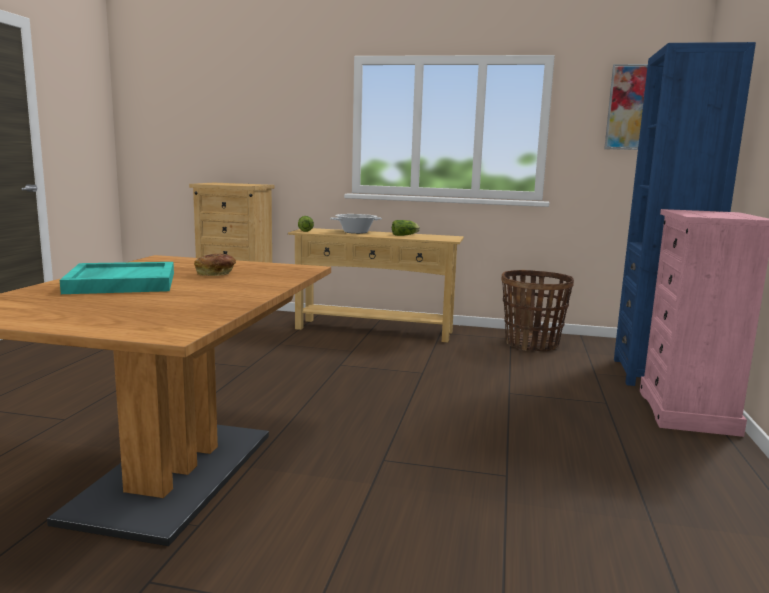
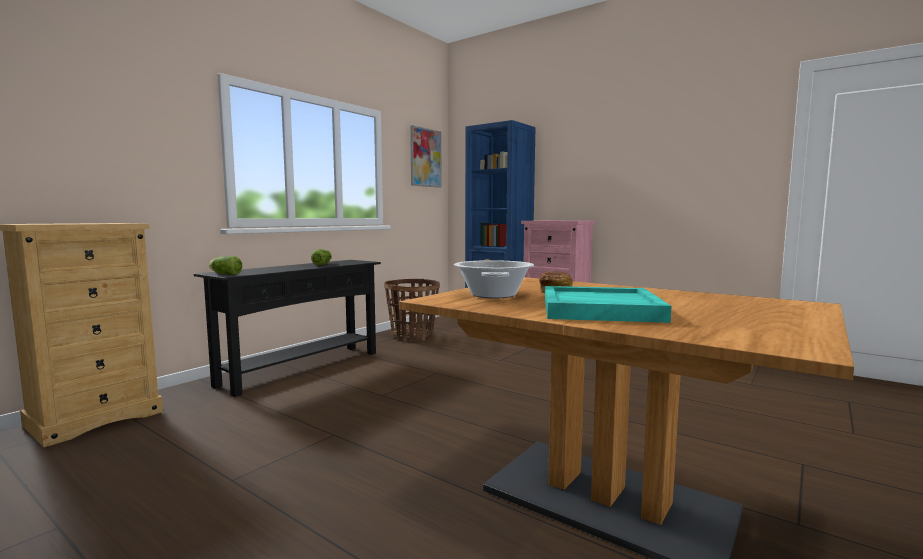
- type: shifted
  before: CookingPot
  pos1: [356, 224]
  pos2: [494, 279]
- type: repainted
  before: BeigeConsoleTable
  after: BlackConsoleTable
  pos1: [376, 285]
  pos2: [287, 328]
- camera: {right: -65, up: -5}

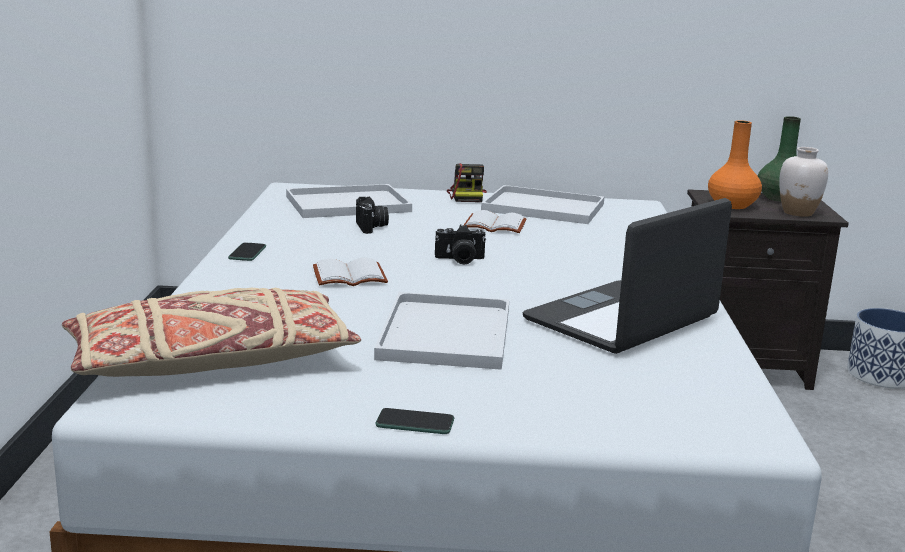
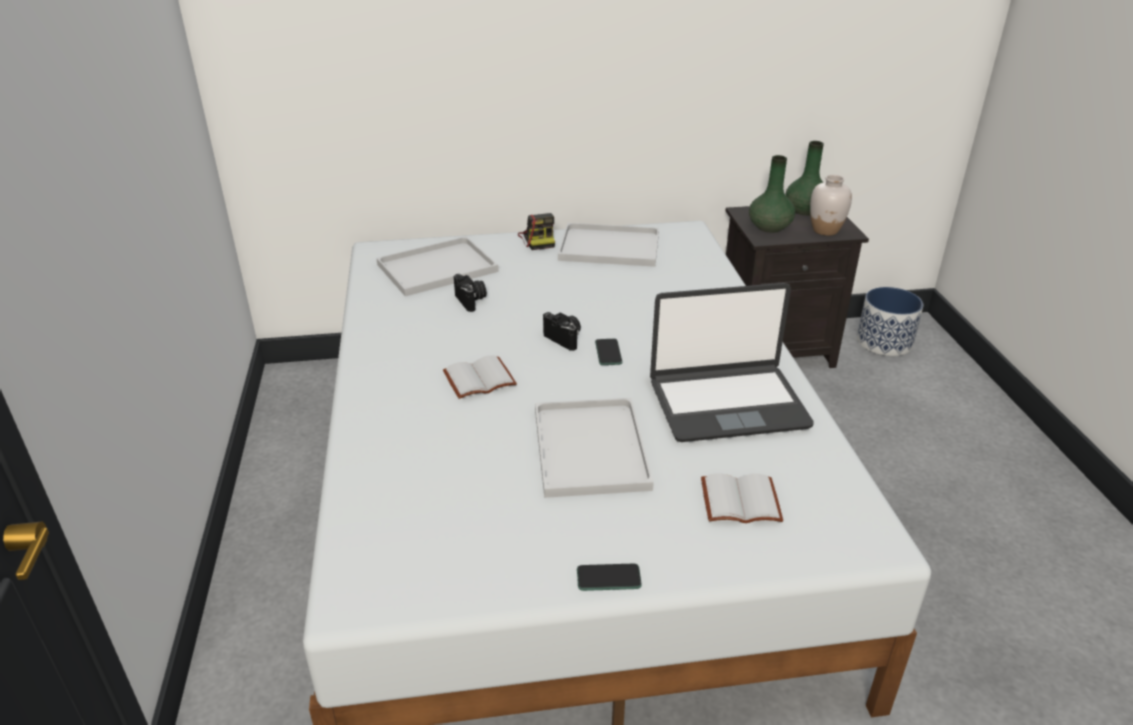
- type: gone
  before: BeigePillow
  pos1: [211, 332]
- type: shifted
  before: Phone
  pos1: [247, 251]
  pos2: [608, 352]
- type: shifted
  before: WhiteBook
  pos1: [494, 221]
  pos2: [742, 498]
- type: repainted
  before: OrangeVase
  after: GreenVase
  pos1: [735, 164]
  pos2: [772, 194]
- type: rotated
  before: PhotoCamera
  pos1: [460, 244]
  pos2: [562, 331]
  turn: -120
- type: rotated
  before: Laptop
  pos1: [627, 276]
  pos2: [732, 362]
  turn: -135
- camera: {right: -10, up: 15}

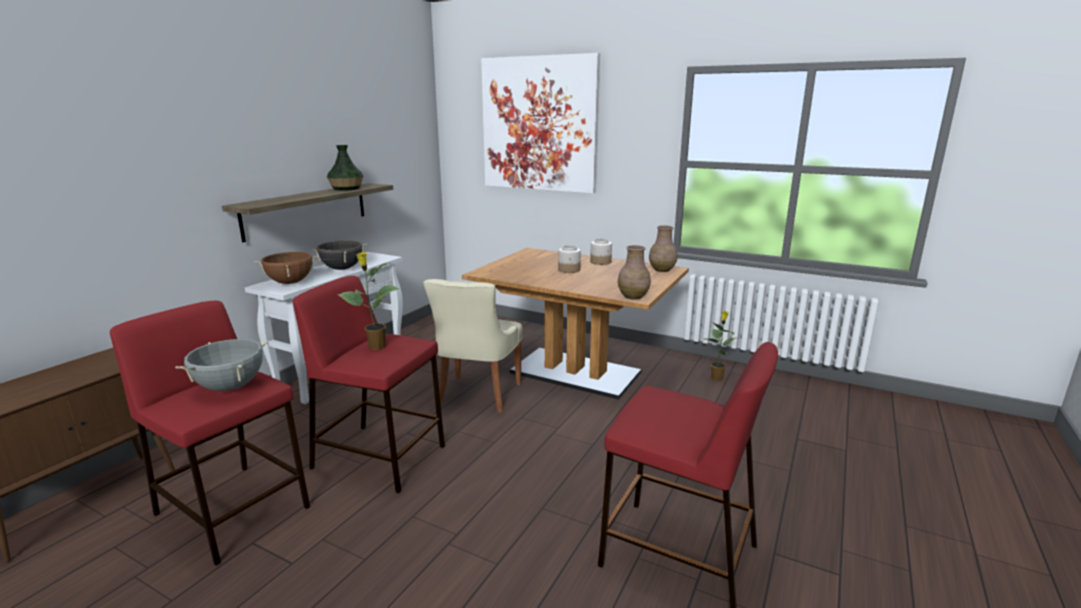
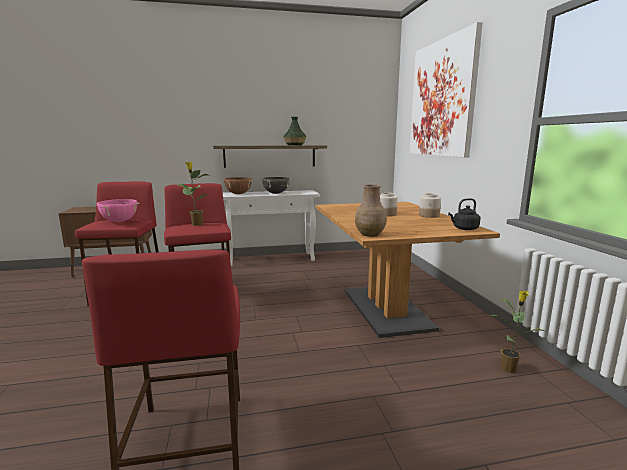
- type: gone
  before: BeigeChair
  pos1: [473, 346]
- type: swapped
  before: BrownVase
  after: BlackKettle
  pos1: [663, 249]
  pos2: [464, 214]
- type: repainted
  before: GreyCookingPot
  after: PinkCookingPot
  pos1: [222, 365]
  pos2: [118, 210]
- camera: {right: 50, up: -5}

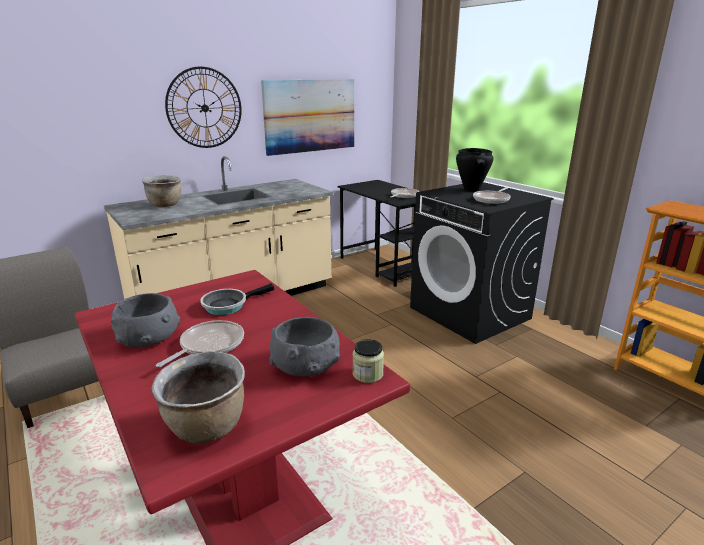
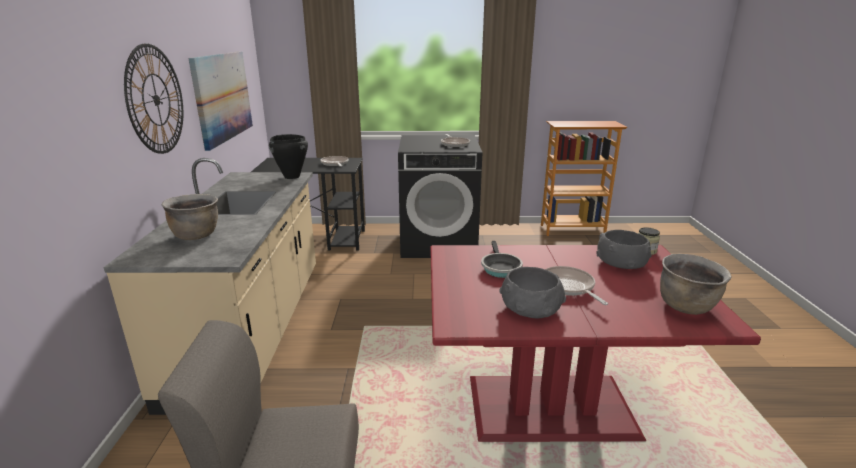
- type: shifted
  before: BlackCookingPot
  pos1: [475, 170]
  pos2: [288, 156]
- camera: {right: -55, up: 0}

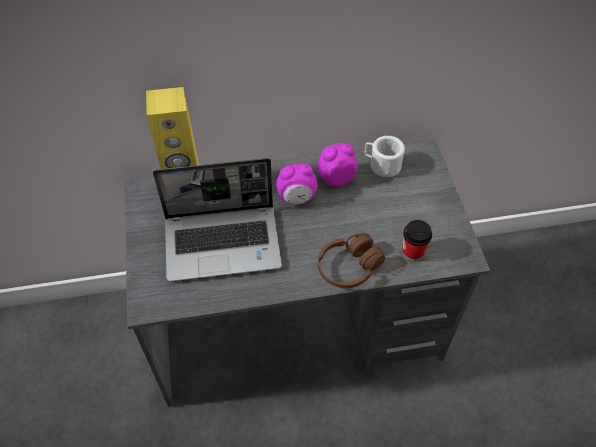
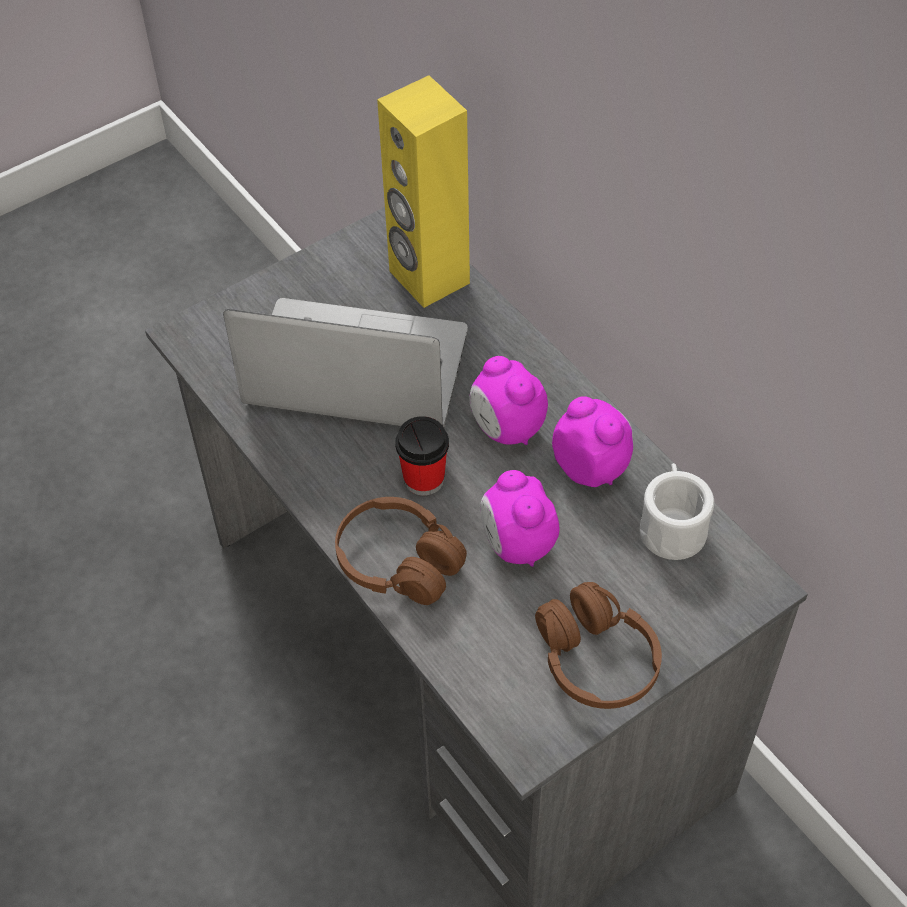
- type: new
  after: AlarmClock
  pos2: [519, 518]
- type: new
  after: BrownHeadphones
  pos2: [598, 645]
- type: shifted
  before: Cup
  pos1: [417, 240]
  pos2: [422, 456]
- type: rotated
  before: Laptop
  pos1: [217, 220]
  pos2: [345, 362]
  turn: 135
- camera: {right: 65, up: 0}

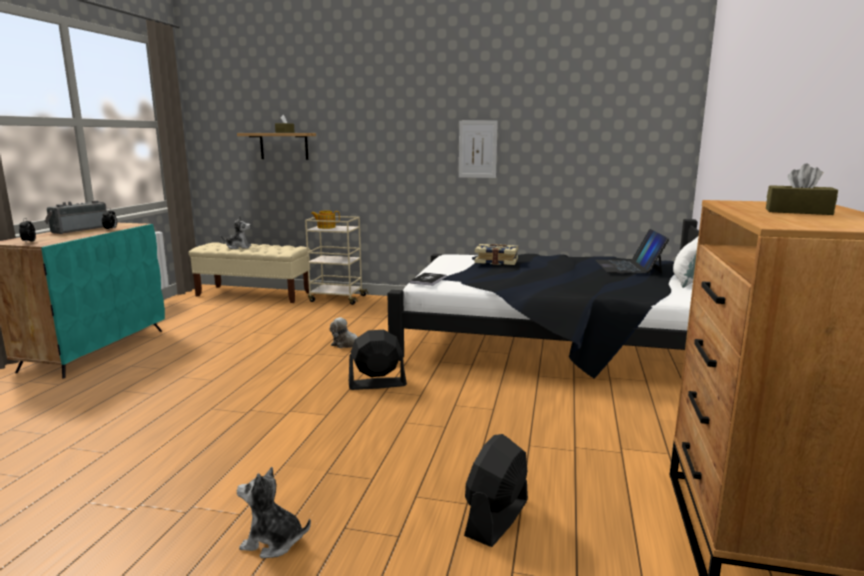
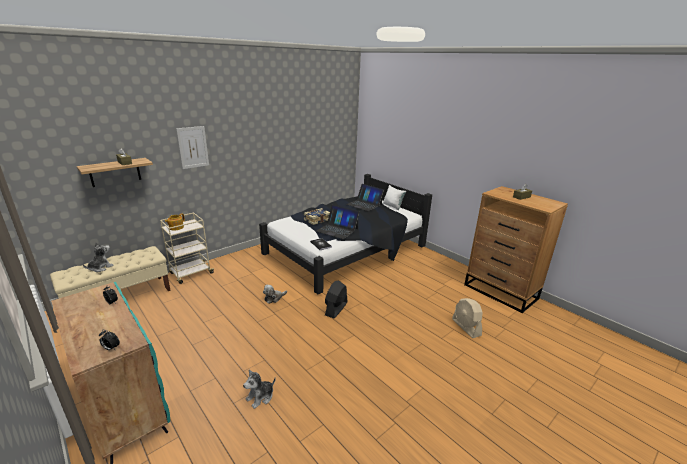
- type: gone
  before: Radio
  pos1: [76, 217]
- type: new
  after: Laptop
  pos2: [337, 222]
- type: shifted
  before: PlushToy
  pos1: [274, 512]
  pos2: [259, 389]
- type: shifted
  before: Picture
  pos1: [478, 149]
  pos2: [192, 147]
- type: repainted
  before: BlackFan
  after: BeigeFan
  pos1: [496, 490]
  pos2: [467, 318]
- camera: {right: -55, up: 10}

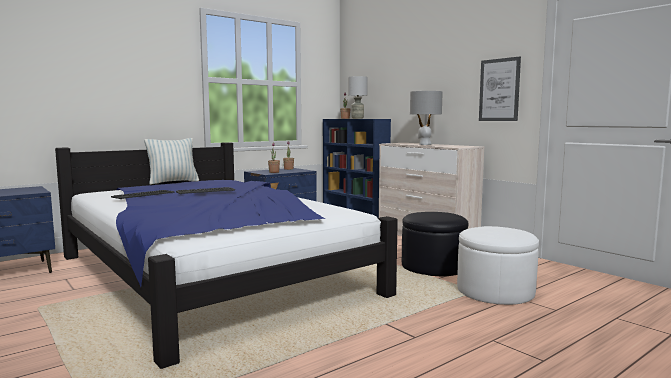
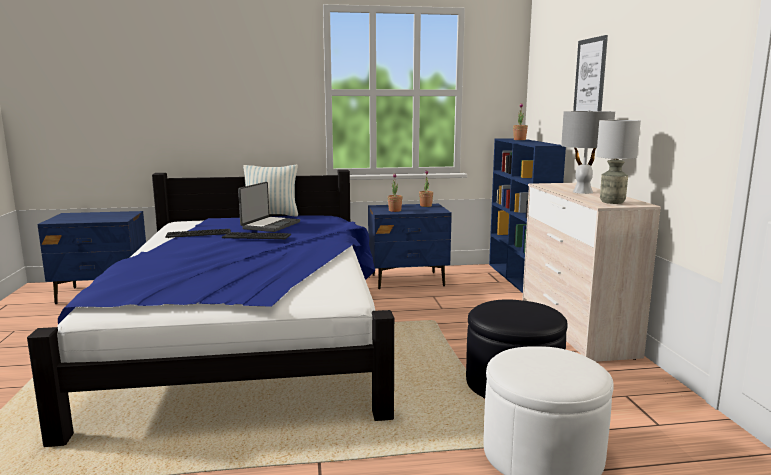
- type: new
  after: Laptop
  pos2: [269, 207]
- type: shifted
  before: GreyTableLamp
  pos1: [358, 97]
  pos2: [618, 162]
- type: shifted
  before: Picture
  pos1: [500, 88]
  pos2: [590, 73]
- camera: {right: 30, up: 5}

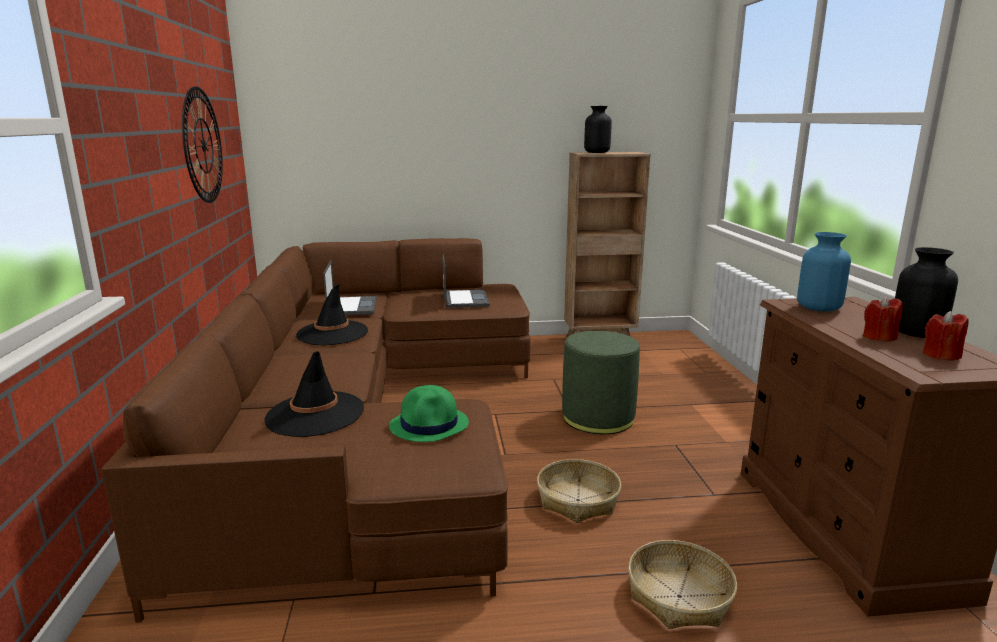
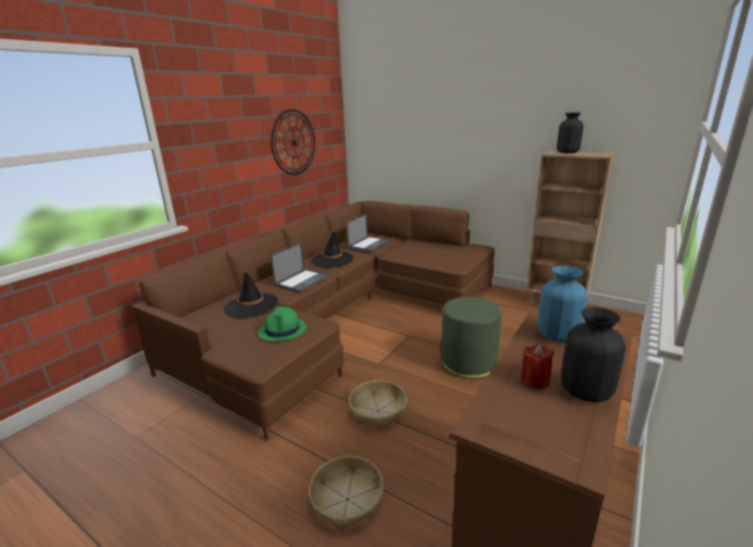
- type: gone
  before: RedCandle
  pos1: [945, 335]
- type: shifted
  before: Laptop
  pos1: [466, 281]
  pos2: [299, 267]
- camera: {right: 40, up: 5}

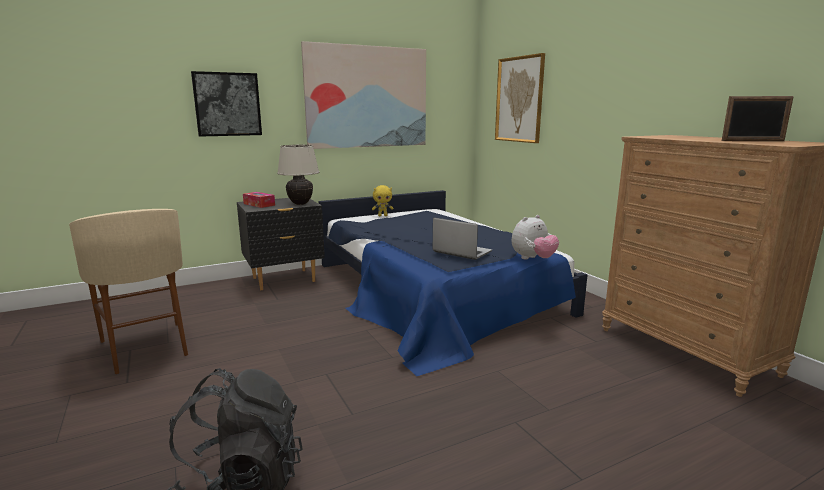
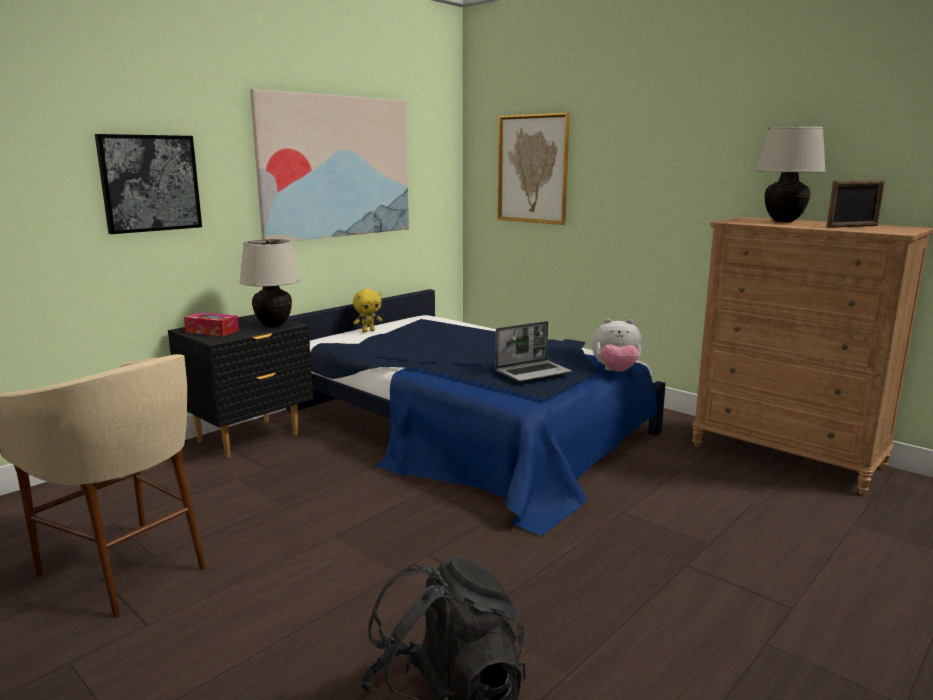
- type: new
  after: BeigeTableLamp
  pos2: [790, 174]
- type: rotated
  before: Laptop
  pos1: [462, 238]
  pos2: [533, 351]
  turn: 135
- type: rotated
  before: PlushToy
  pos1: [535, 237]
  pos2: [617, 345]
  turn: 60
- camera: {right: -20, up: 0}

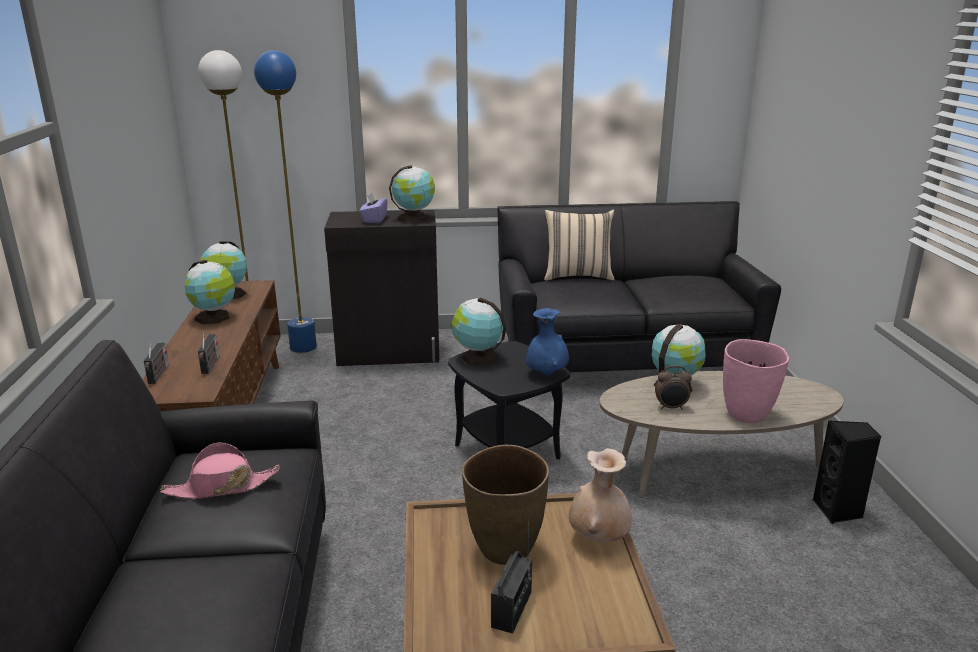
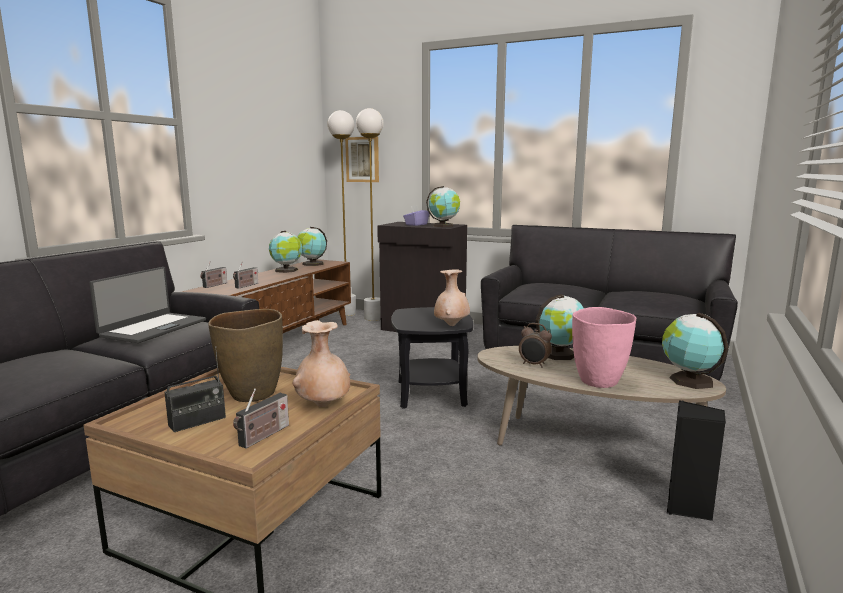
- type: gone
  before: BeigePillow
  pos1: [579, 245]
- type: new
  after: Radio
  pos2: [261, 418]
- type: new
  after: Picture
  pos2: [362, 159]
- type: shifted
  before: Globe
  pos1: [479, 332]
  pos2: [695, 351]
- type: swapped
  before: PinkHat
  after: Laptop
  pos1: [220, 470]
  pos2: [147, 305]
- type: repainted
  before: BlueFloorLamp
  after: WhiteFloorLamp
  pos1: [285, 201]
  pos2: [370, 214]
- type: repainted
  before: BlueVase
  after: BeigeVase
  pos1: [547, 342]
  pos2: [452, 297]
- camera: {right: 30, up: -10}

